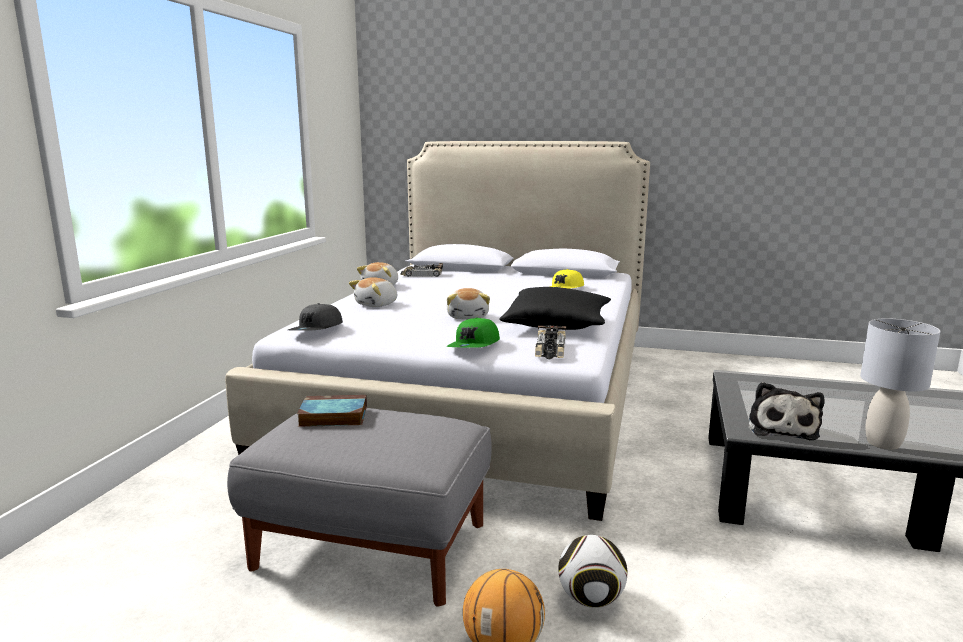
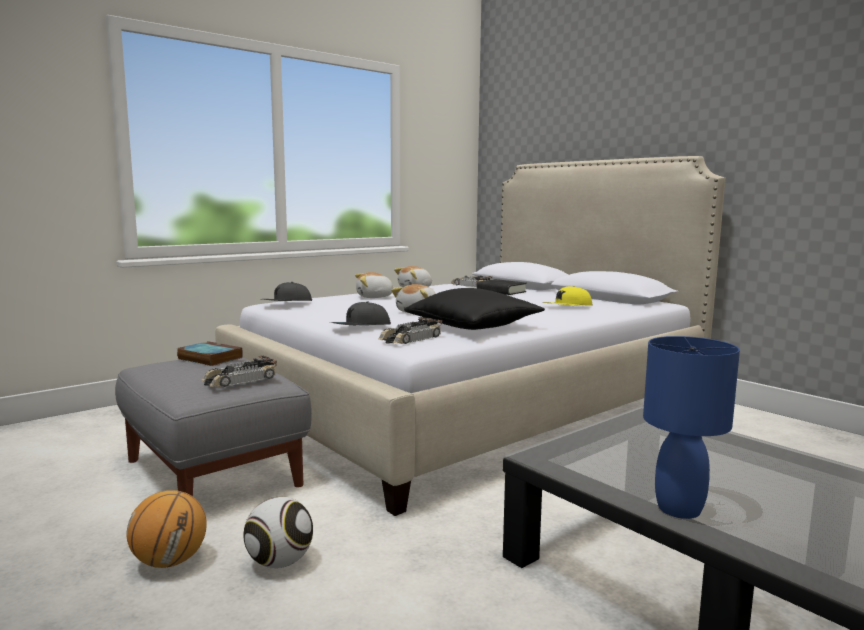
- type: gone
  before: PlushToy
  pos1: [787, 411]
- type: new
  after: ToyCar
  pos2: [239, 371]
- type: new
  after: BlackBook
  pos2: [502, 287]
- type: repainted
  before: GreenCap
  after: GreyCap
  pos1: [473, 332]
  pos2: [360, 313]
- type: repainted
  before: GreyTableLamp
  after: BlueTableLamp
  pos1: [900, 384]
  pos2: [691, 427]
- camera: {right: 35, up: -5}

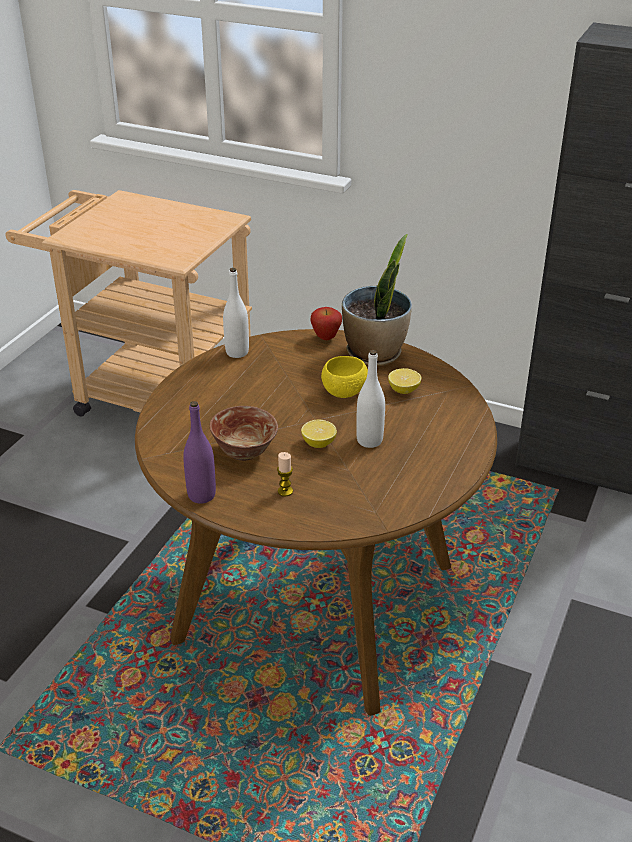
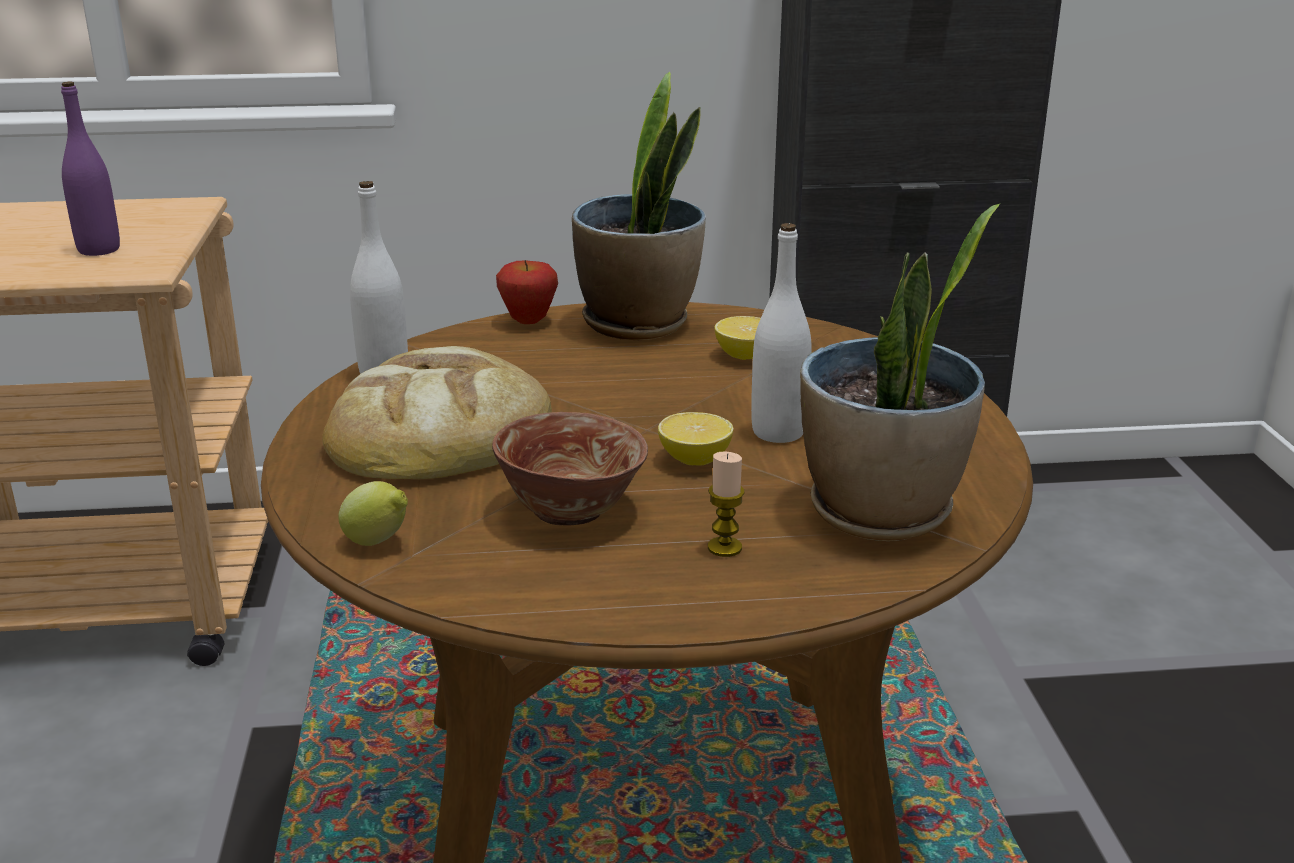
- type: gone
  before: YellowBowl
  pos1: [344, 377]
- type: new
  after: Bread
  pos2: [437, 412]
- type: new
  after: Lemon
  pos2: [373, 513]
- type: new
  after: PottedPlant
  pos2: [900, 372]
- type: shifted
  before: PurpleBottle
  pos1: [199, 452]
  pos2: [90, 169]
- camera: {right: -30, up: -10}

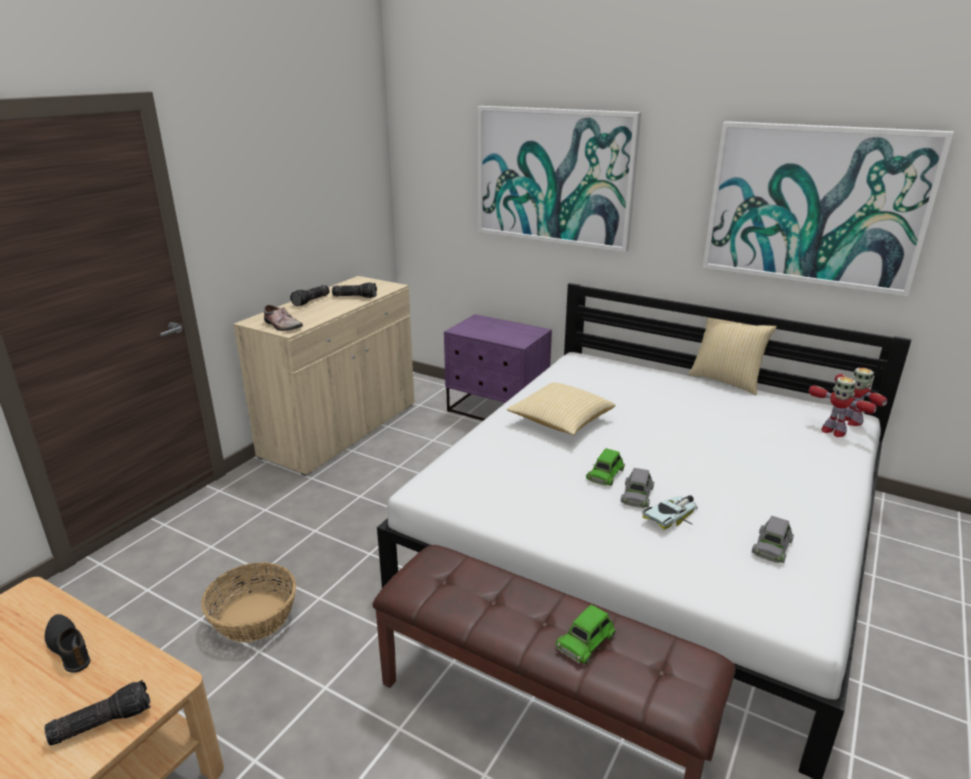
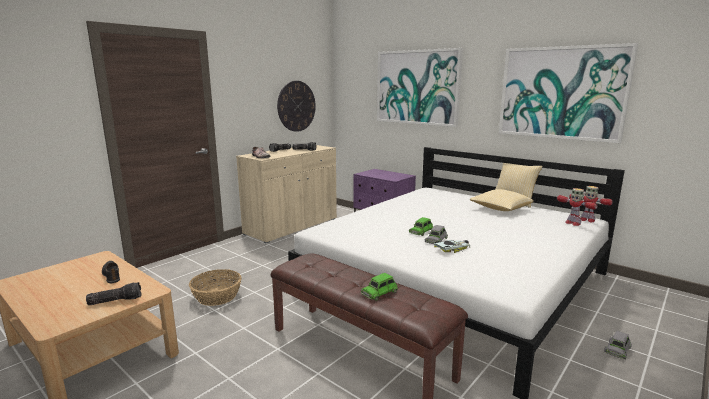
- type: new
  after: WallClock
  pos2: [296, 106]
- type: shifted
  before: Pillow
  pos1: [561, 409]
  pos2: [501, 200]
- type: shifted
  before: GreyToyCar
  pos1: [773, 539]
  pos2: [618, 345]
- type: rotated
  before: ToyRobot
  pos1: [861, 397]
  pos2: [591, 204]
  turn: -45
- camera: {right: 10, up: -10}

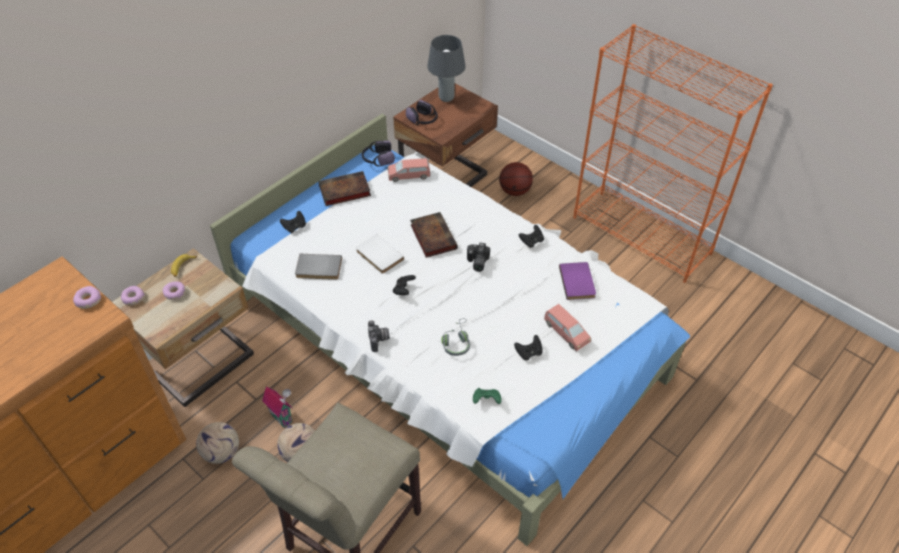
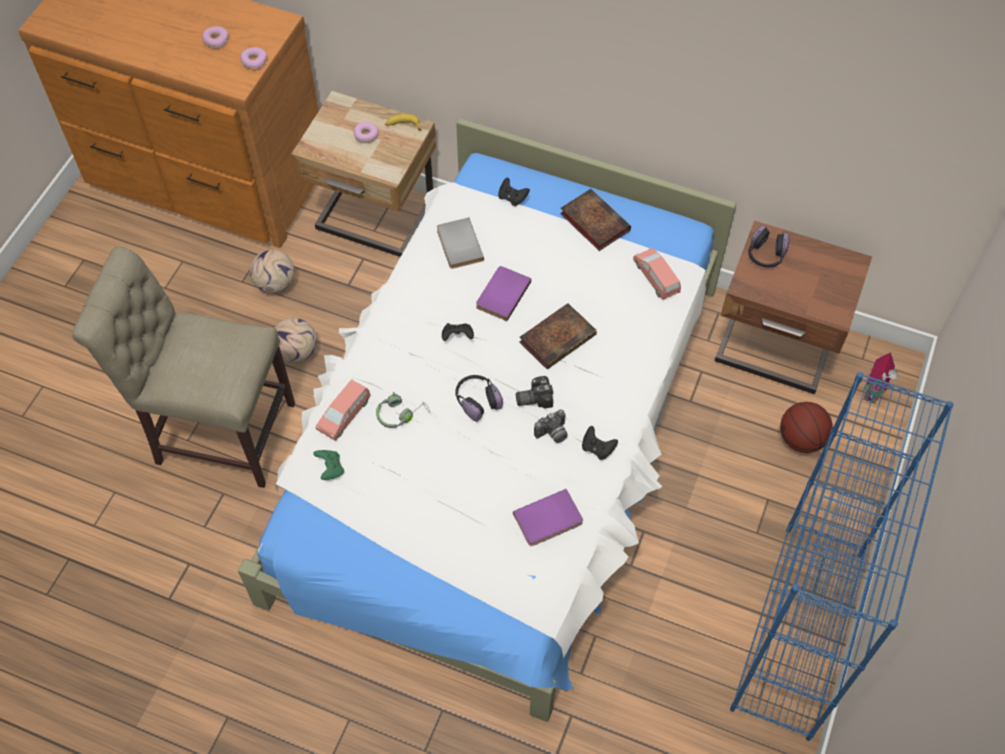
- type: gone
  before: GreyTableLamp
  pos1: [446, 68]
- type: gone
  before: BlackGameController
  pos1: [528, 348]
- type: shifted
  before: Donut
  pos1: [133, 295]
  pos2: [215, 37]
- type: shifted
  before: ToyHouse
  pos1: [277, 407]
  pos2: [881, 378]
- type: shifted
  before: Headphones
  pos1: [378, 153]
  pos2: [479, 398]
- type: shifted
  before: PhotoCamera
  pos1: [379, 336]
  pos2: [551, 426]
- type: shifted
  before: PinkToyCar
  pos1: [567, 327]
  pos2: [343, 410]
- type: repainted
  before: WhiteBook
  after: PurpleBook
  pos1: [380, 254]
  pos2: [503, 293]
- type: repainted
  before: OrangeBookcase
  after: BlueBookcase
  pos1: [673, 153]
  pos2: [842, 556]
- camera: {right: 70, up: 10}

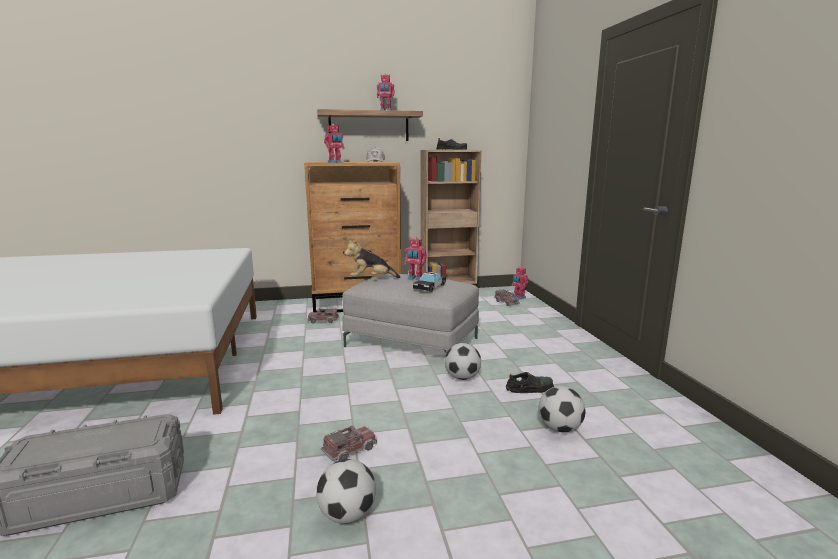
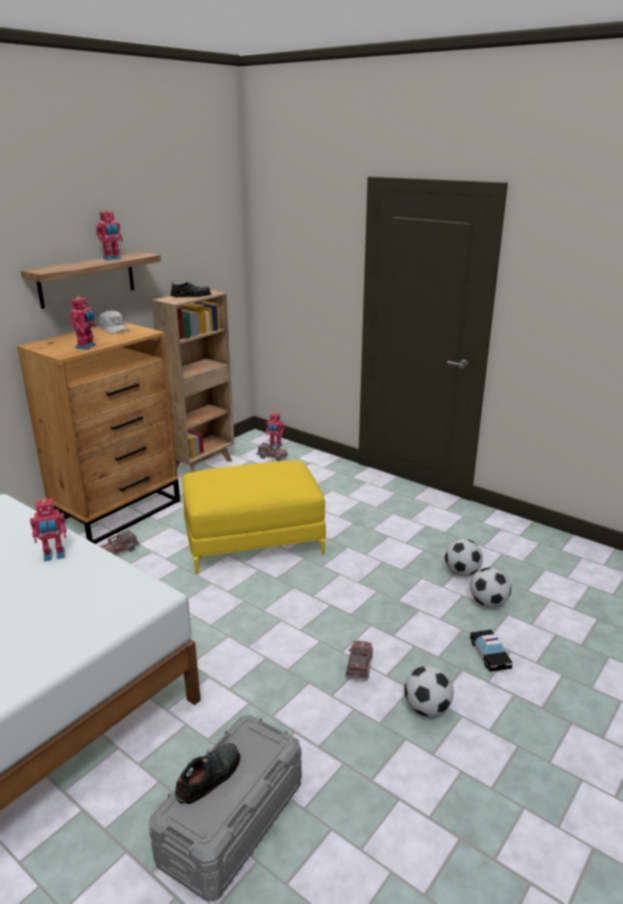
- type: gone
  before: PlushToy
  pos1: [372, 258]
- type: shifted
  before: ToyRobot
  pos1: [415, 258]
  pos2: [48, 529]
- type: shifted
  before: ToyCar
  pos1: [429, 282]
  pos2: [491, 651]
- type: shifted
  before: Football
  pos1: [463, 361]
  pos2: [490, 587]
- type: shifted
  before: BlackShoe
  pos1: [530, 382]
  pos2: [208, 773]
- type: repainted
  before: GreyOttoman
  after: YellowOttoman
  pos1: [410, 313]
  pos2: [254, 517]
- camera: {right: -40, up: 10}

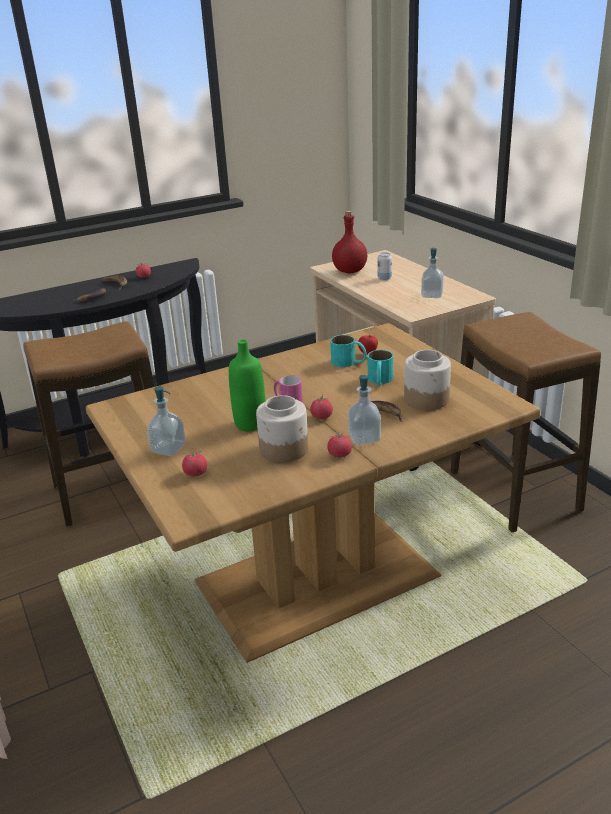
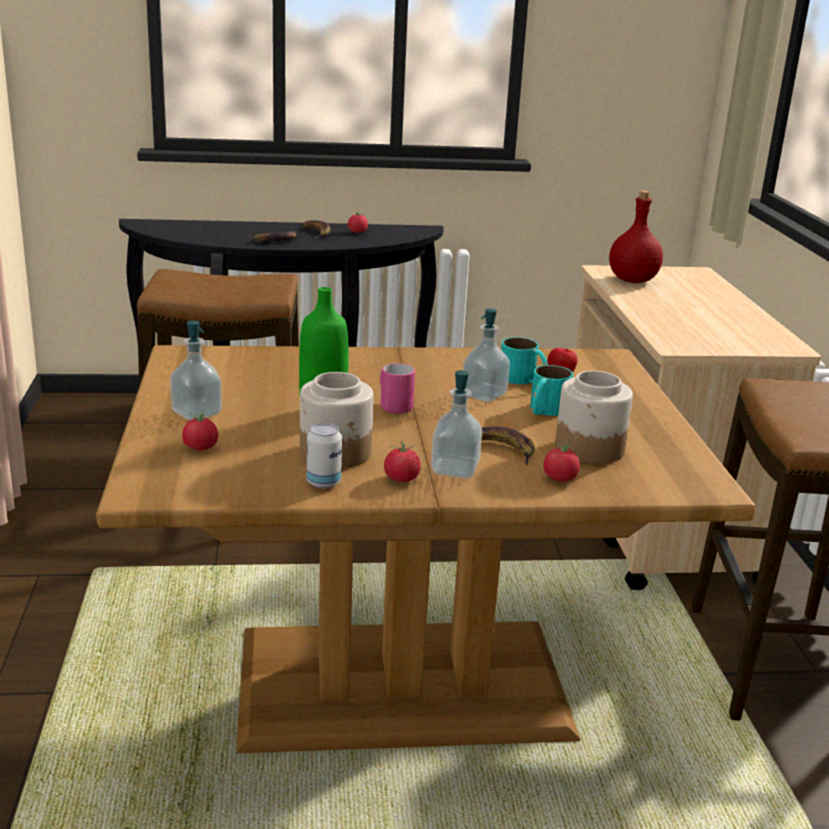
- type: shifted
  before: Tomato
  pos1: [321, 406]
  pos2: [561, 461]
- type: shifted
  before: Can
  pos1: [384, 266]
  pos2: [324, 456]
- type: shifted
  before: SoapDispenser
  pos1: [432, 273]
  pos2: [486, 355]
- camera: {right: 20, up: -5}

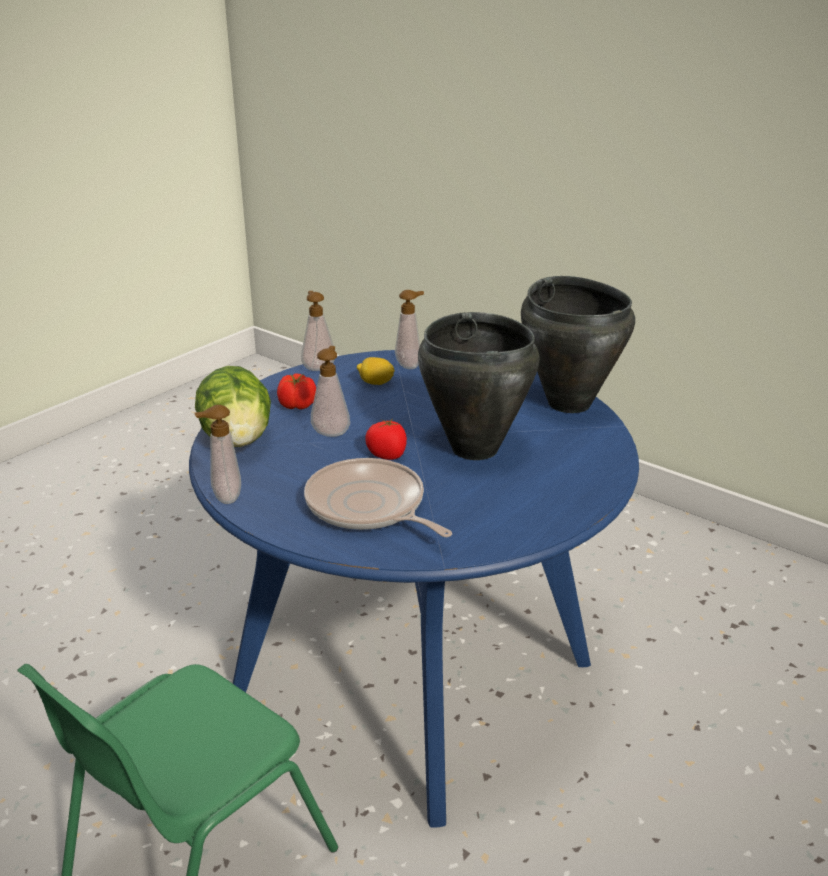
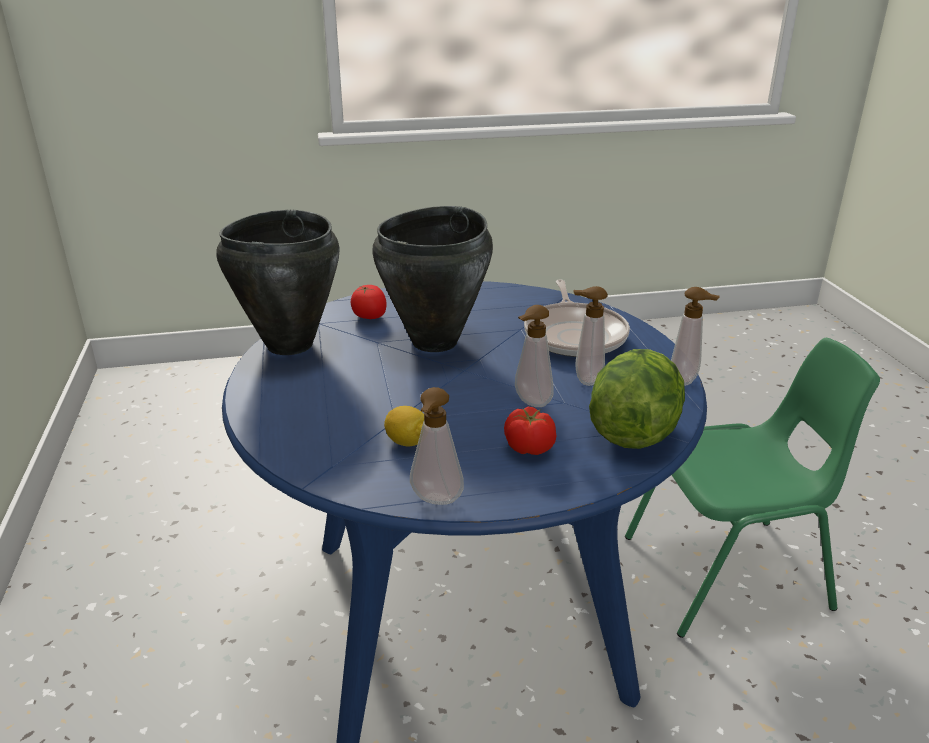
- type: shifted
  before: Tomato
  pos1: [386, 439]
  pos2: [369, 302]
- type: shifted
  before: SoapDispenser
  pos1: [409, 329]
  pos2: [590, 336]
- camera: {right: -140, up: 0}

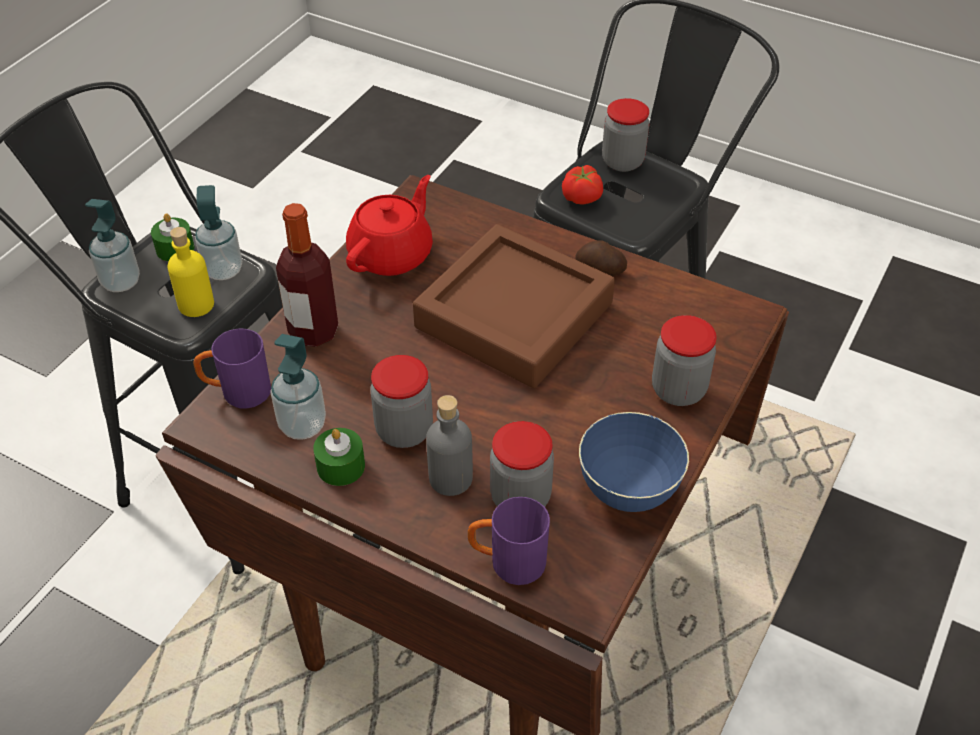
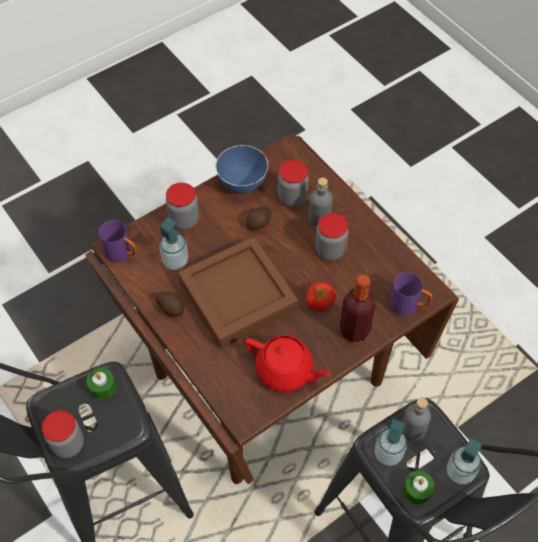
- type: new
  after: Potato
  pos2: [258, 218]
- type: shifted
  before: SoapDispenser
  pos1: [298, 387]
  pos2: [173, 243]
- type: shifted
  before: GreenCandle
  pos1: [339, 457]
  pos2: [101, 384]
- type: shifted
  before: PurpleMug
  pos1: [509, 541]
  pos2: [118, 241]
- type: shifted
  before: Tomato
  pos1: [582, 185]
  pos2: [321, 296]
- type: repainted
  before: YellowBottle
  after: GreyBottle
  pos1: [191, 272]
  pos2: [416, 419]
- type: rotated
  before: RedTeapot
  pos1: [389, 225]
  pos2: [288, 363]
  turn: -120
- camera: {right: -155, up: 10}

